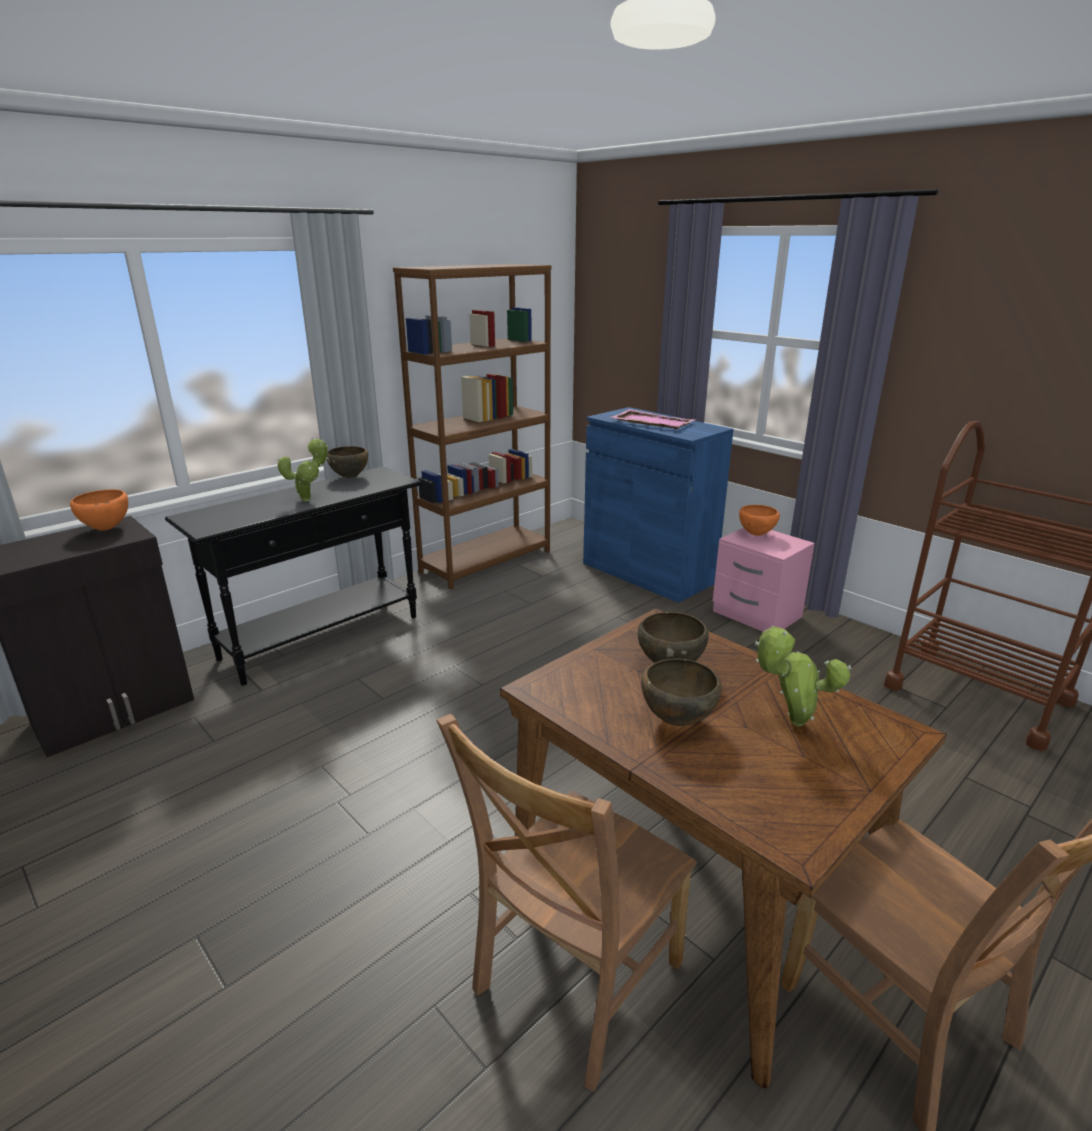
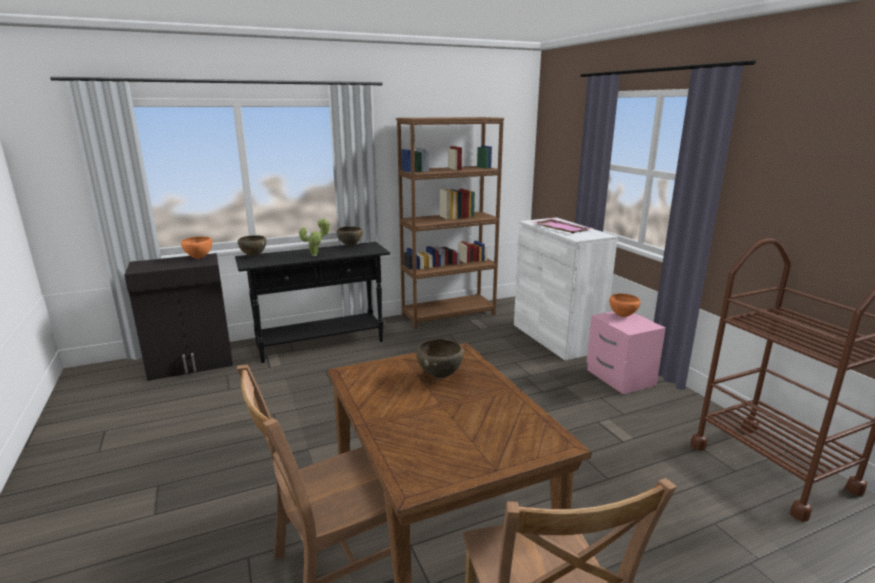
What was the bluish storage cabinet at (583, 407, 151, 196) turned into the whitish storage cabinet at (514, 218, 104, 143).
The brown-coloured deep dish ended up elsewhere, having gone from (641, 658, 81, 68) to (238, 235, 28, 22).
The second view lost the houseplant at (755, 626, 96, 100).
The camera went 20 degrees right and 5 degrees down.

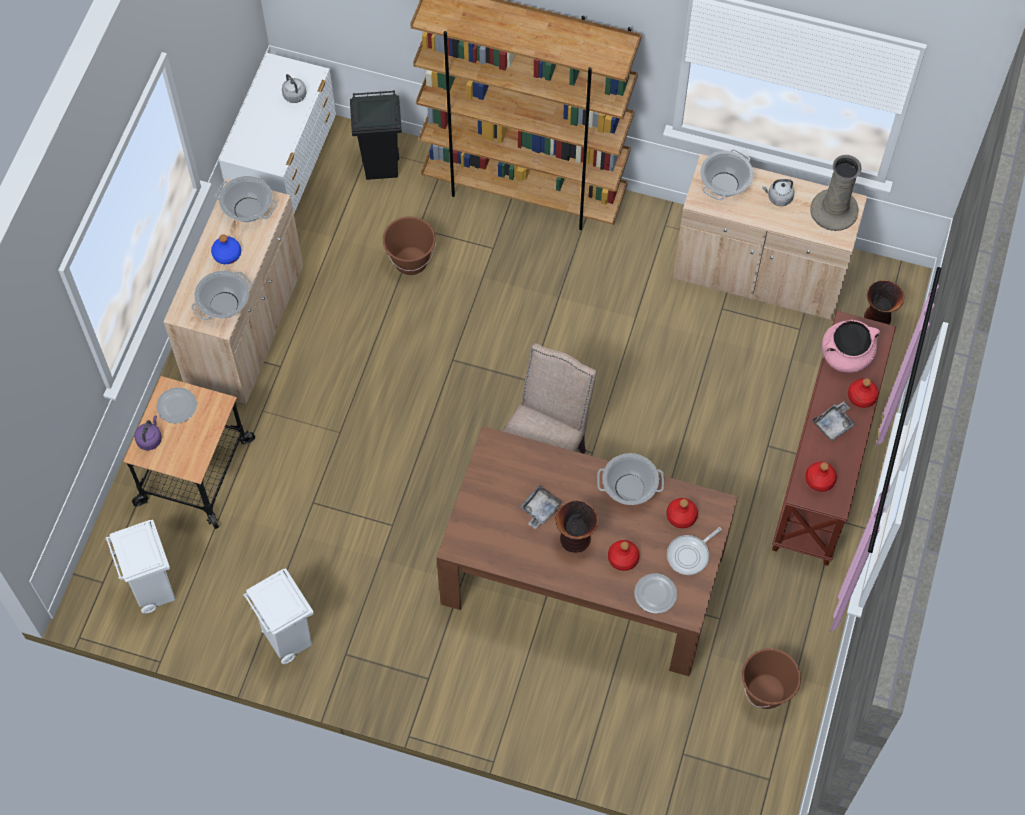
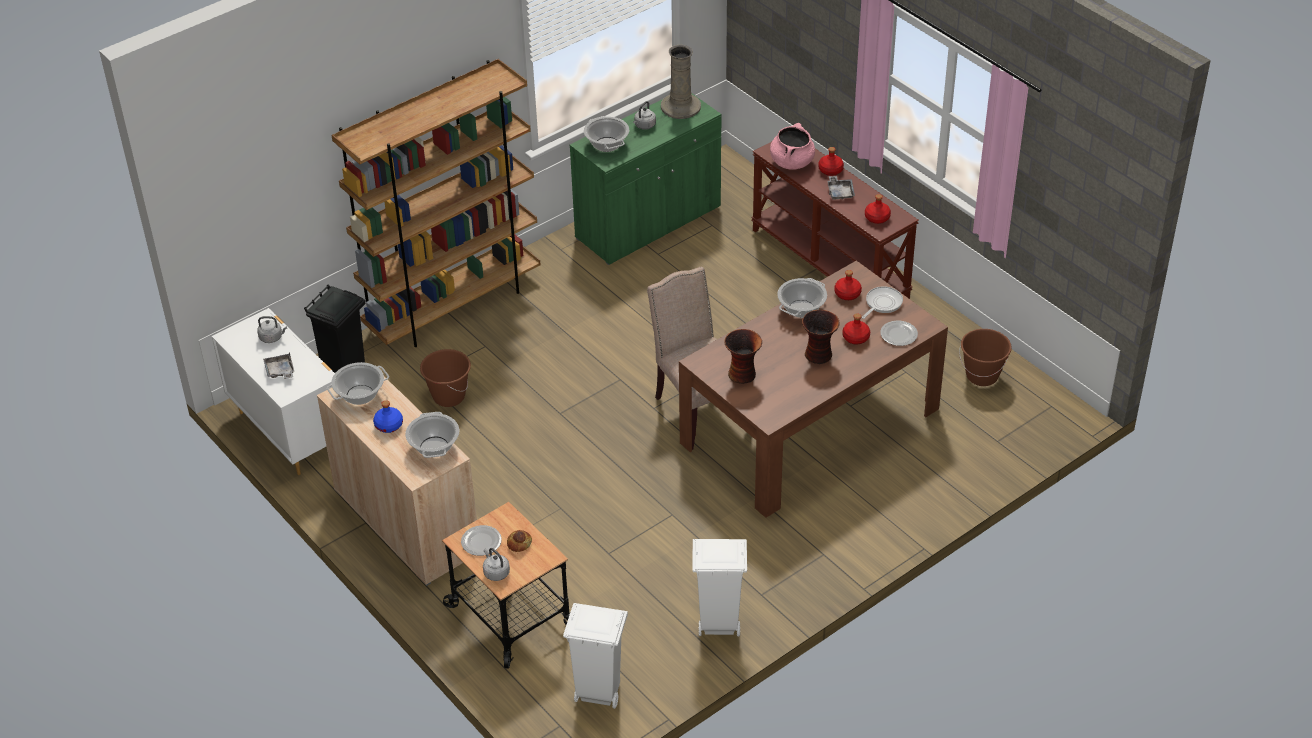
What was the purplish tea kettle at (134, 415, 28, 35) turned into the gray tea kettle at (483, 548, 27, 33).
The gray tray ended up elsewhere, having gone from (520, 485, 43, 44) to (263, 352, 31, 27).
The skillet at (667, 527, 55, 48) ended up facing another way, 135 degrees counterclockwise from before.
What was the sand-coloured storage cabinet at (673, 154, 194, 166) turned into the green storage cabinet at (570, 94, 151, 171).
The flower vase ended up elsewhere, having gone from (864, 280, 40, 44) to (724, 329, 38, 55).
The second view gained the baked bread at (507, 530, 25, 22).
The camera went 55 degrees left and 20 degrees down.

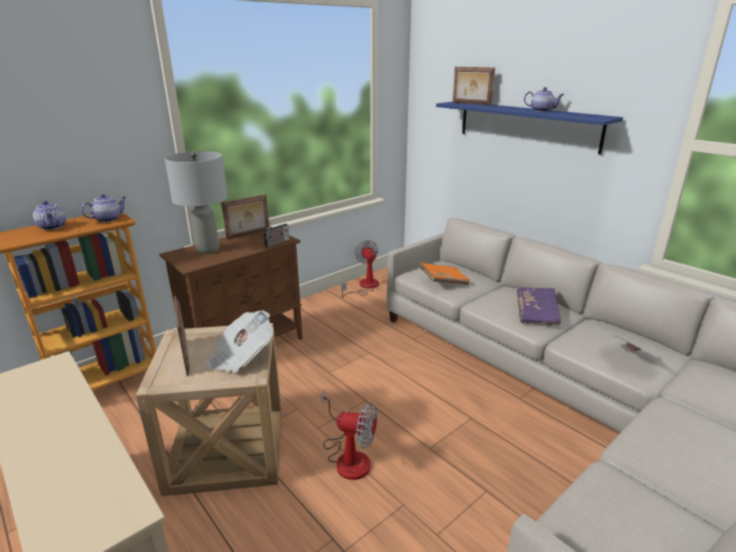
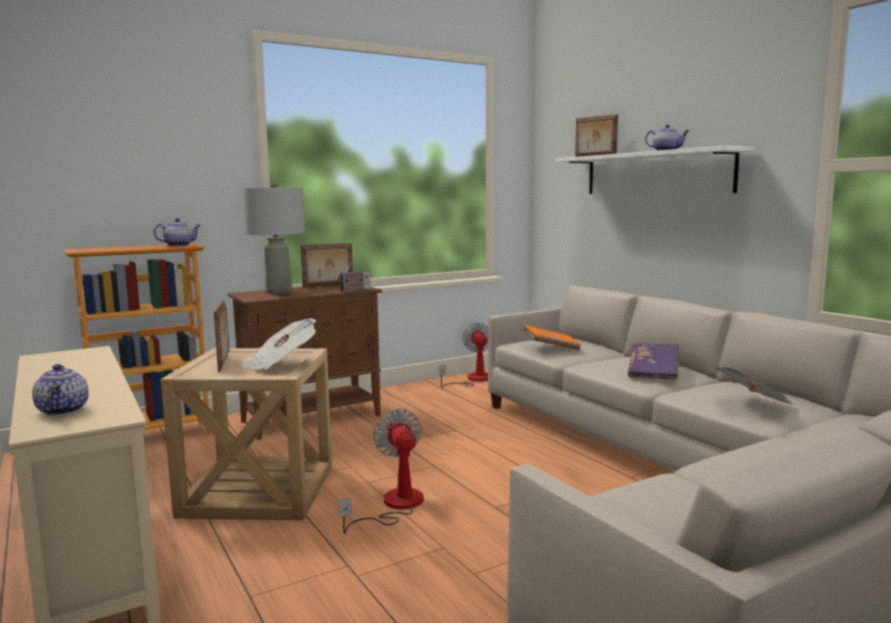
The teapot ended up elsewhere, having gone from (33, 201, 33, 29) to (32, 364, 57, 52).
The cooling fan at (321, 391, 56, 89) ended up facing another way, 135 degrees counterclockwise from before.
What was the bluish wall shelf at (436, 102, 187, 52) turned into the whitish wall shelf at (555, 145, 200, 49).
The camera went 10 degrees right and 15 degrees down.

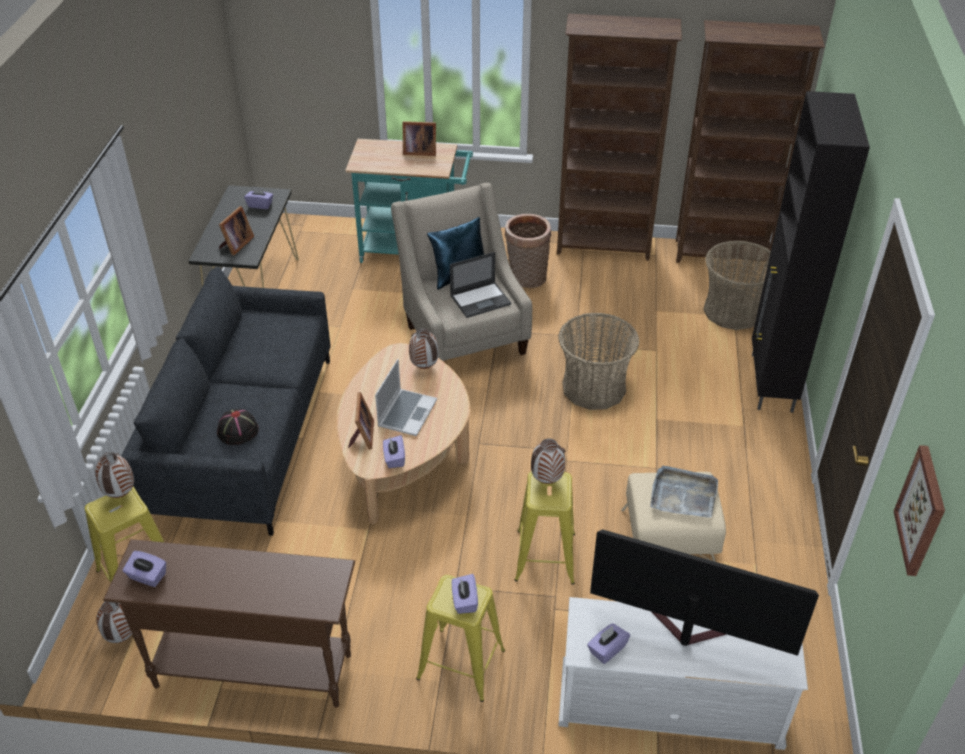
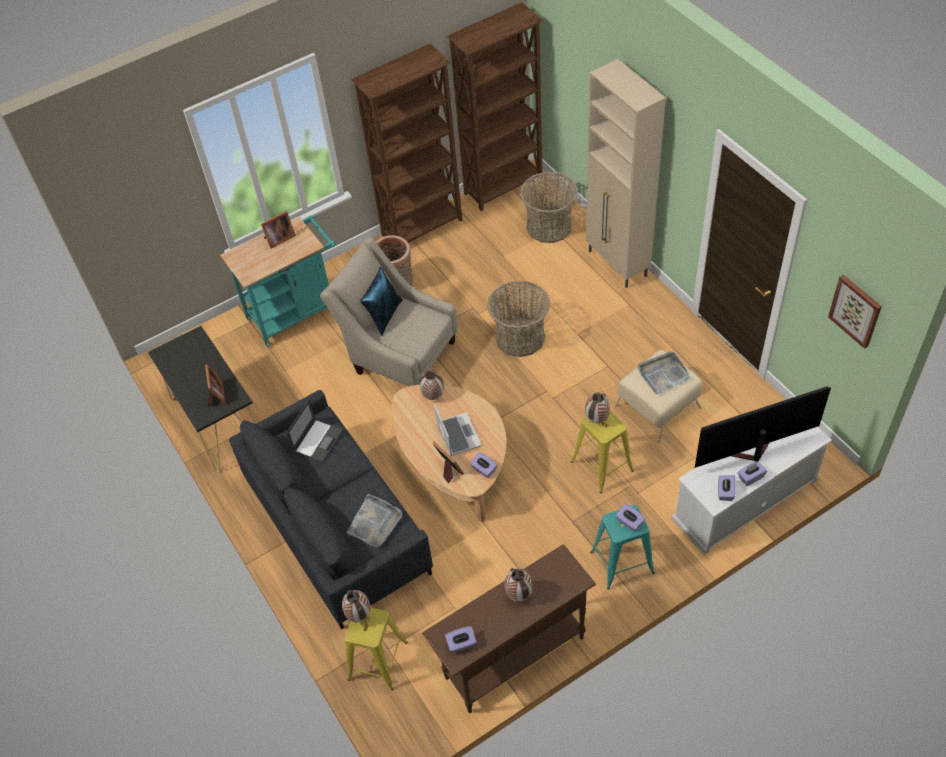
The flower vase ended up elsewhere, having gone from (96, 602, 37, 41) to (505, 568, 28, 34).
Where the black hat stood at (217, 409, 42, 36), the gray tray came to stand at (347, 494, 56, 53).
The purplish box of tissues ended up elsewhere, having gone from (244, 187, 29, 22) to (738, 462, 29, 24).
What was the yellow sitting stool at (416, 575, 89, 127) turned into the turquoise sitting stool at (590, 505, 65, 85).
The portable computer ended up elsewhere, having gone from (450, 252, 61, 66) to (286, 399, 58, 64).
What was the black storage cabinet at (752, 91, 118, 322) turned into the sand-coloured storage cabinet at (586, 59, 80, 229).
The camera went 35 degrees left and 10 degrees up.

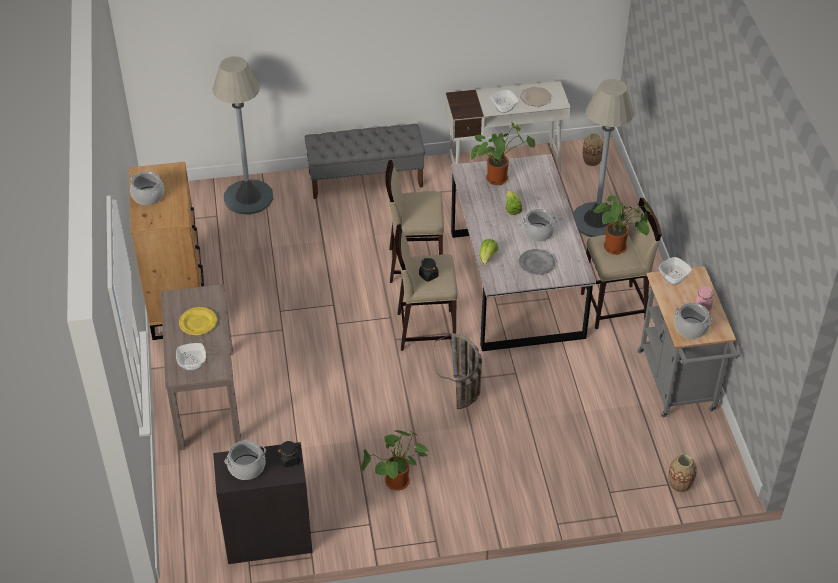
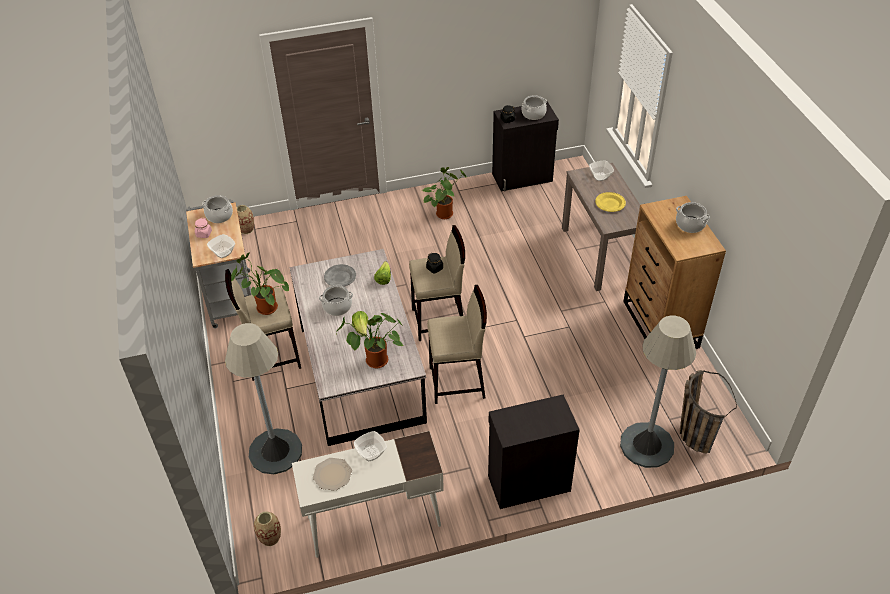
Where the gray bench stood at (305, 124, 120, 75), the black storage cabinet came to stand at (488, 395, 92, 114).
The storage basket ended up elsewhere, having gone from (433, 333, 49, 76) to (680, 370, 57, 83).
The camera went 175 degrees right and 0 degrees up.

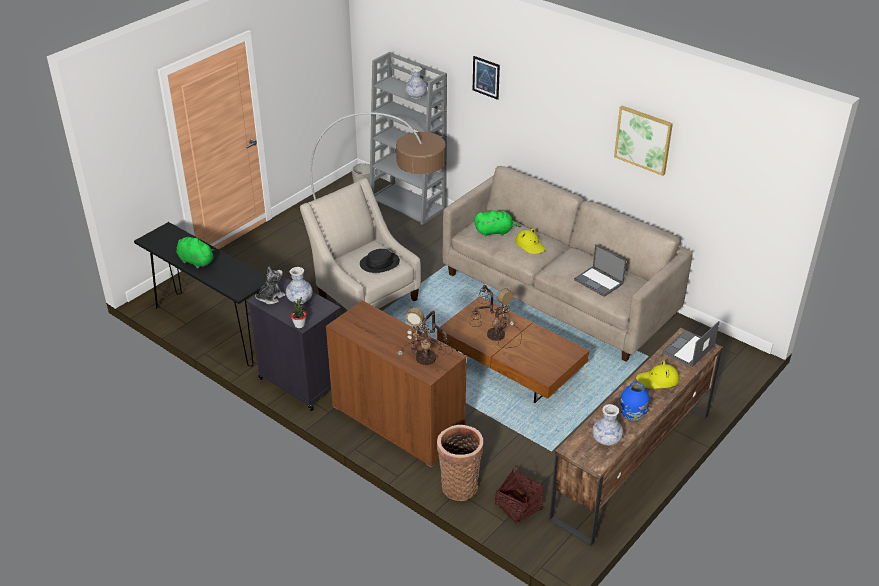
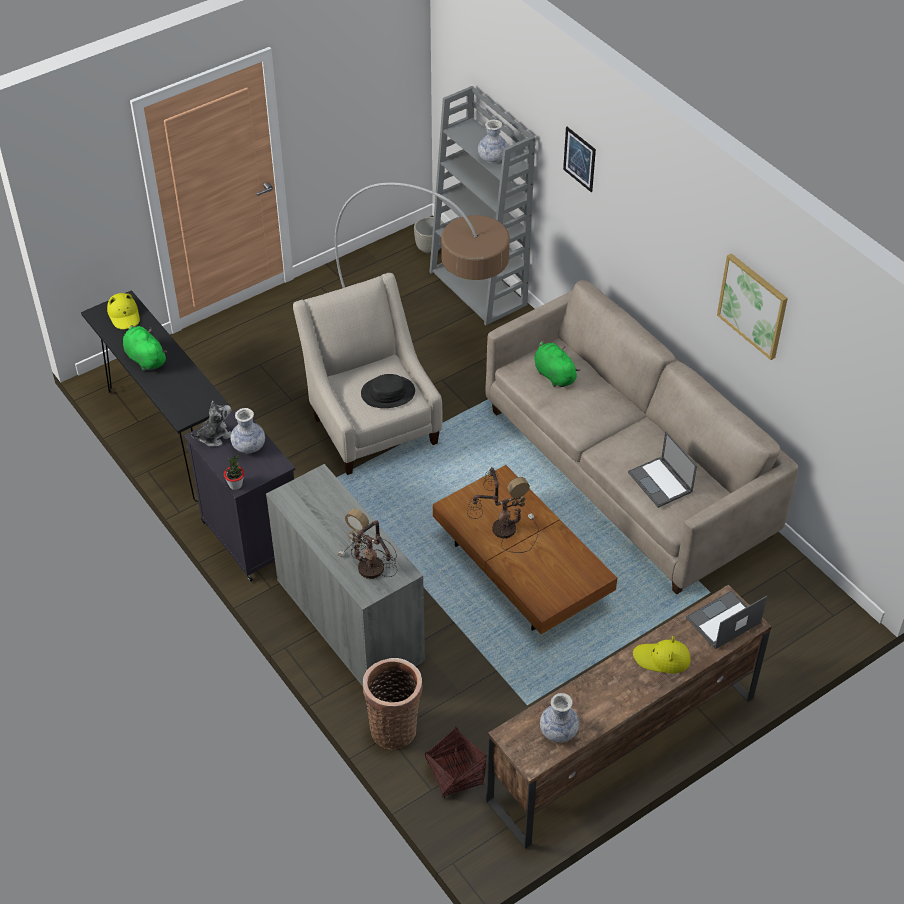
What was the brown-coloured storage cabinet at (326, 300, 141, 167) turned into the gray storage cabinet at (266, 464, 159, 222).
The green plush toy at (474, 211, 47, 25) ended up facing another way, 135 degrees counterclockwise from before.
The yellow hat ended up elsewhere, having gone from (515, 228, 30, 26) to (107, 293, 33, 36).
The second view lost the bluish flower vase at (620, 382, 30, 40).
The camera went 15 degrees right and 10 degrees up.

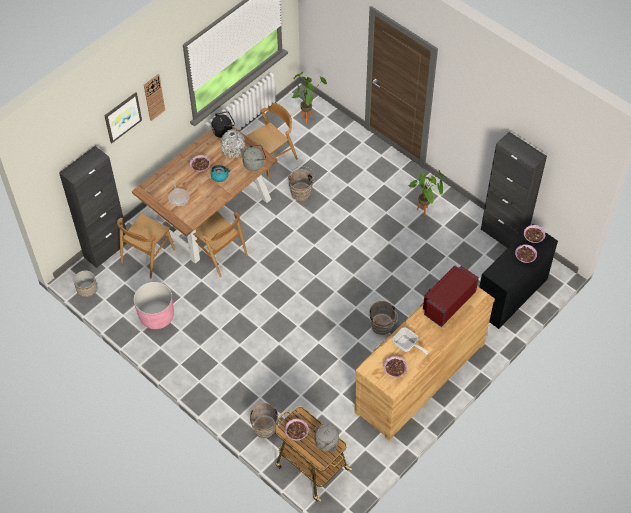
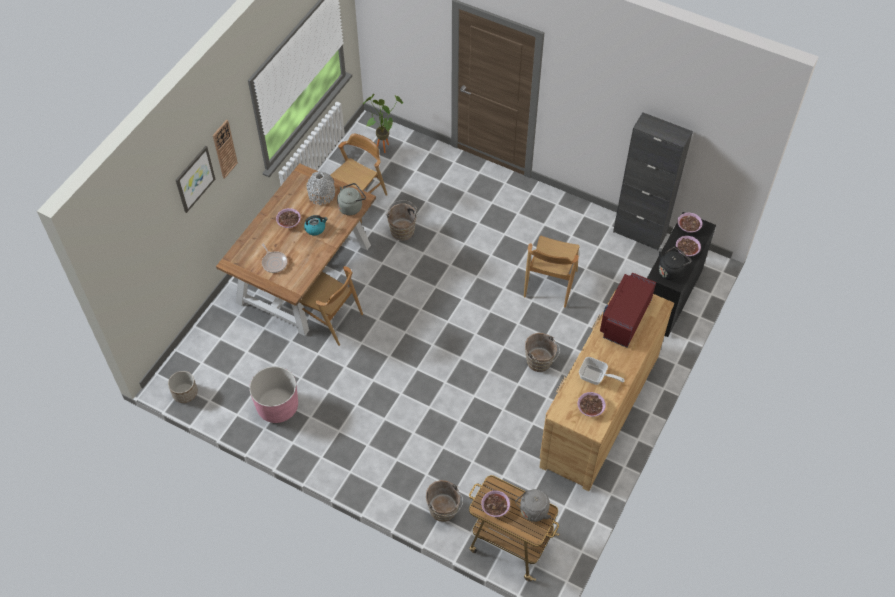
The second view lost the black storage cabinet at (59, 146, 68, 122).
The brown-coloured plain chair ended up elsewhere, having gone from (117, 213, 58, 66) to (524, 236, 56, 72).
The black tea kettle ended up elsewhere, having gone from (211, 111, 24, 27) to (659, 246, 33, 35).
The second view lost the houseplant at (408, 170, 39, 46).
The camera went 15 degrees left and 0 degrees up.

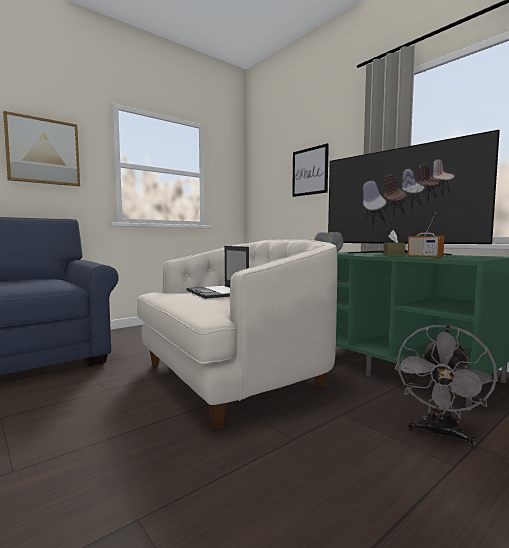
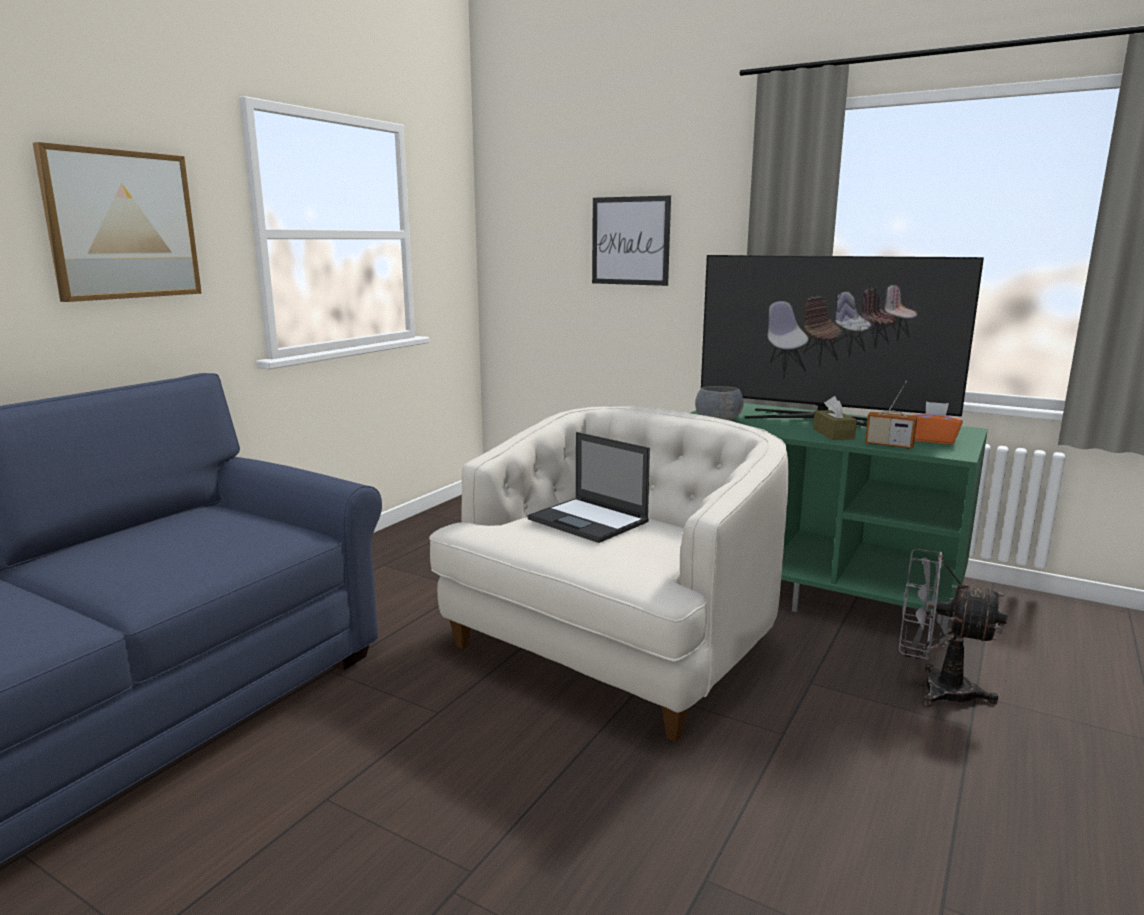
The gray cooling fan at (395, 325, 103, 121) ended up facing another way, 105 degrees clockwise from before.
The second view gained the orange-coloured box of tissues at (910, 401, 52, 43).
The camera went 20 degrees left and 10 degrees up.

